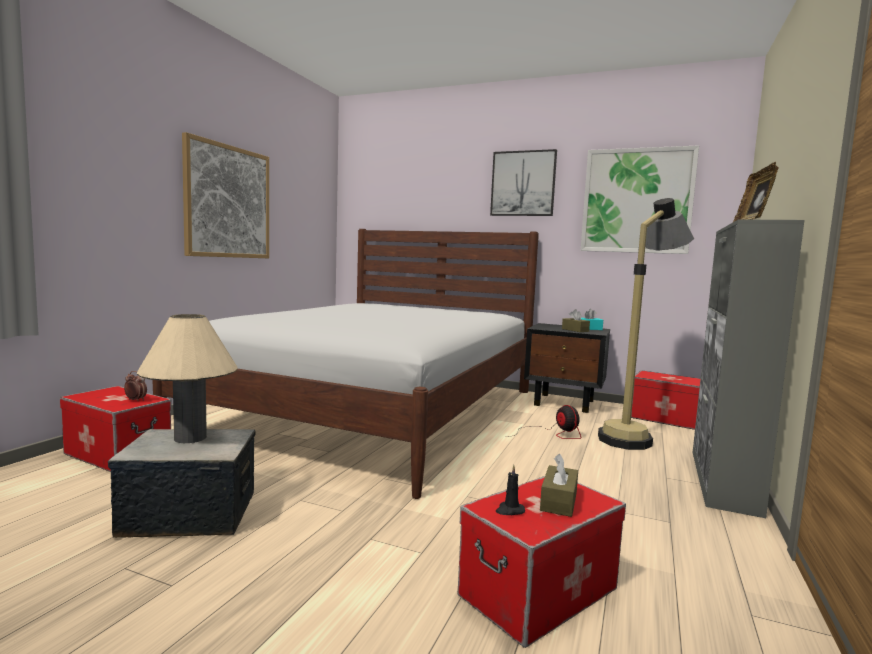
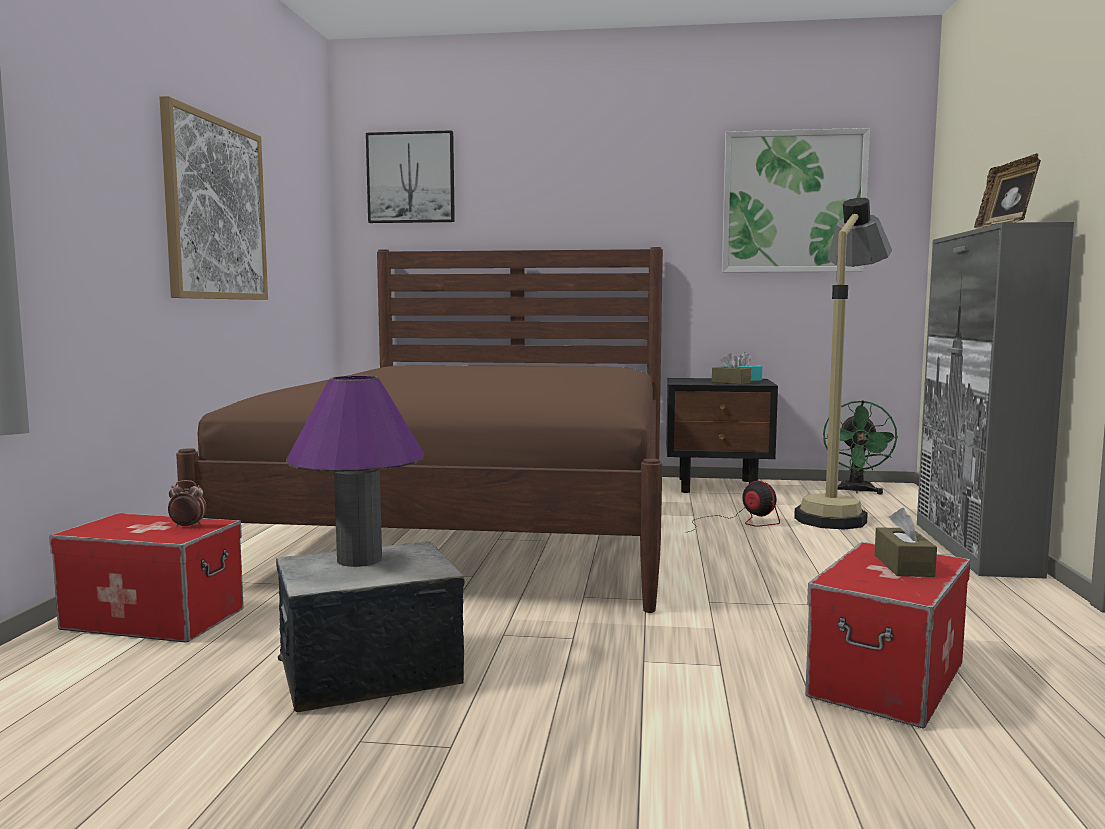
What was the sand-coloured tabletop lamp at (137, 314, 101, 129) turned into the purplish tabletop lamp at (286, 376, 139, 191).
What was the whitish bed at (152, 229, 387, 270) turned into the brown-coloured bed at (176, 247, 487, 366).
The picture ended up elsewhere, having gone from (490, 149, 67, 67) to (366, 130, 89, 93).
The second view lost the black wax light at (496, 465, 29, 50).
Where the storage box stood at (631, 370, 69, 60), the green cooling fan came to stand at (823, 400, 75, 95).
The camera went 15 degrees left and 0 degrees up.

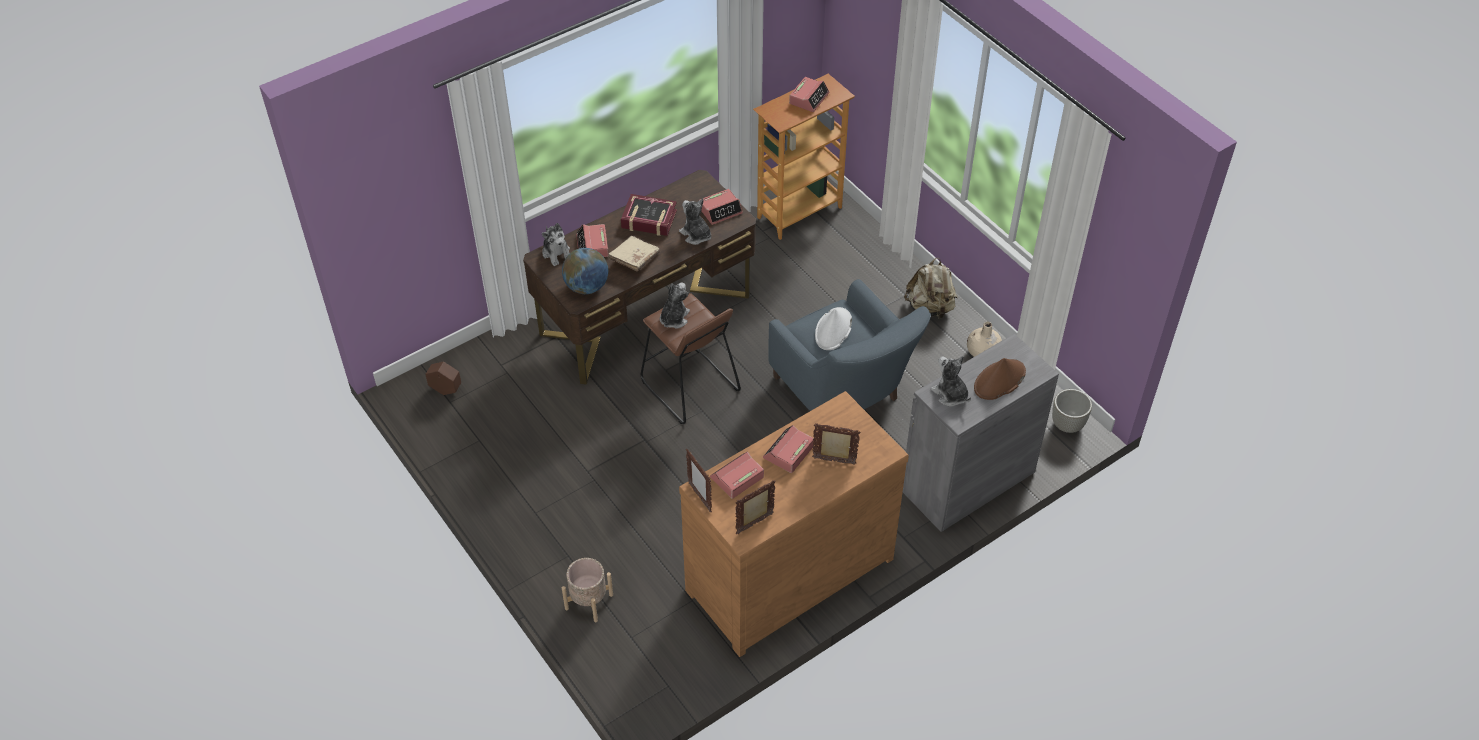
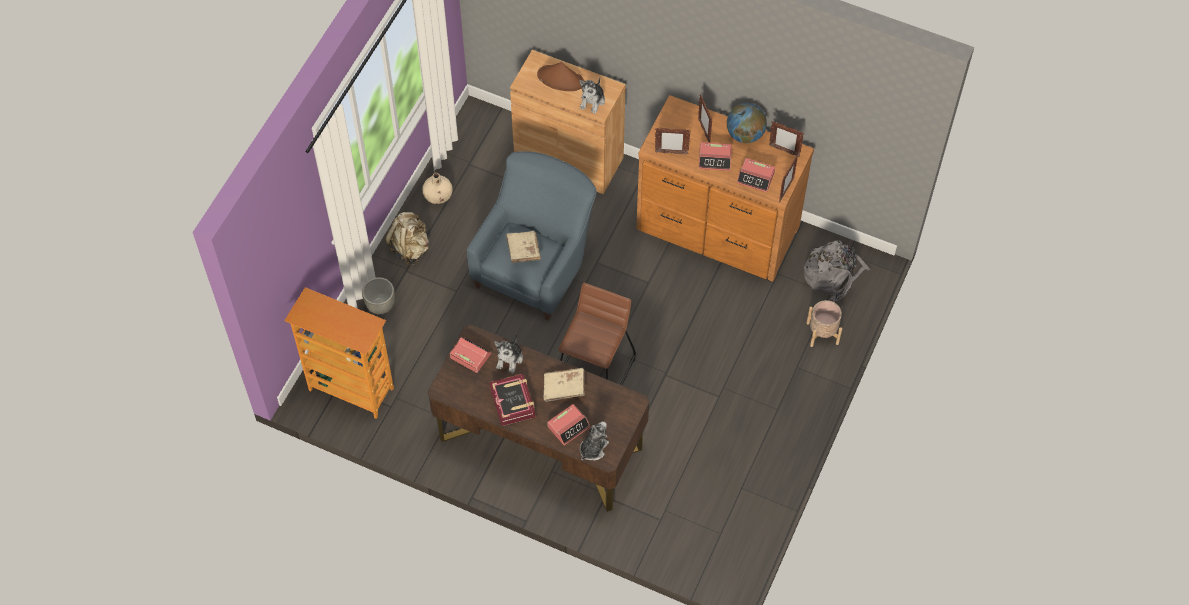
The second view lost the brown-coloured flower pot at (425, 361, 36, 34).
The world globe ended up elsewhere, having gone from (562, 248, 46, 46) to (727, 103, 40, 40).
The second view lost the plush toy at (660, 282, 30, 47).
The second view lost the bedside clock at (789, 77, 40, 35).
Where the whitish hat stood at (815, 307, 37, 43), the sand-coloured bound book came to stand at (506, 231, 35, 32).
What was the gray storage cabinet at (903, 334, 156, 198) turned into the brown-coloured storage cabinet at (510, 50, 116, 144).
The gray flower pot ended up elsewhere, having gone from (1052, 389, 40, 44) to (362, 277, 33, 37).
The second view gained the standing frame at (655, 127, 35, 28).
The second view gained the gray knapsack at (804, 240, 66, 62).
The camera went 120 degrees left and 10 degrees up.

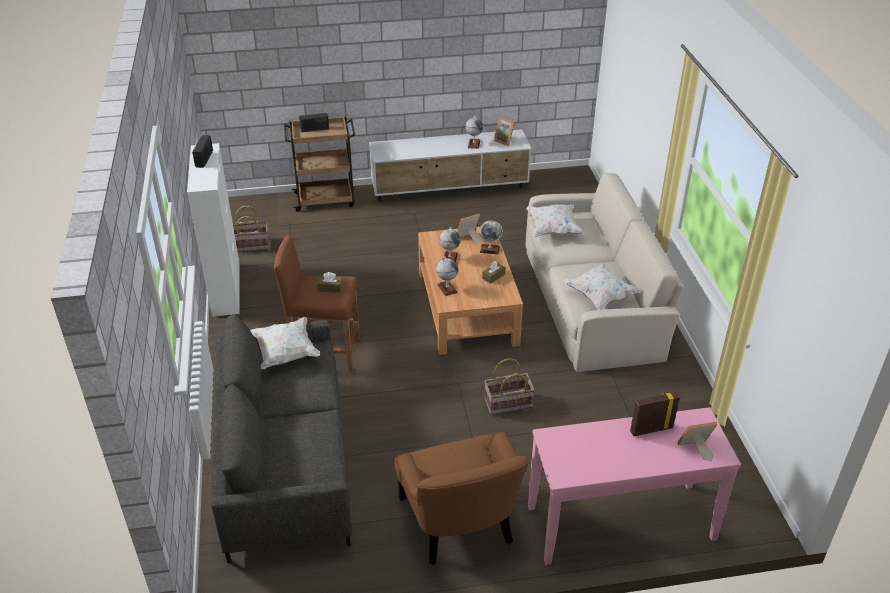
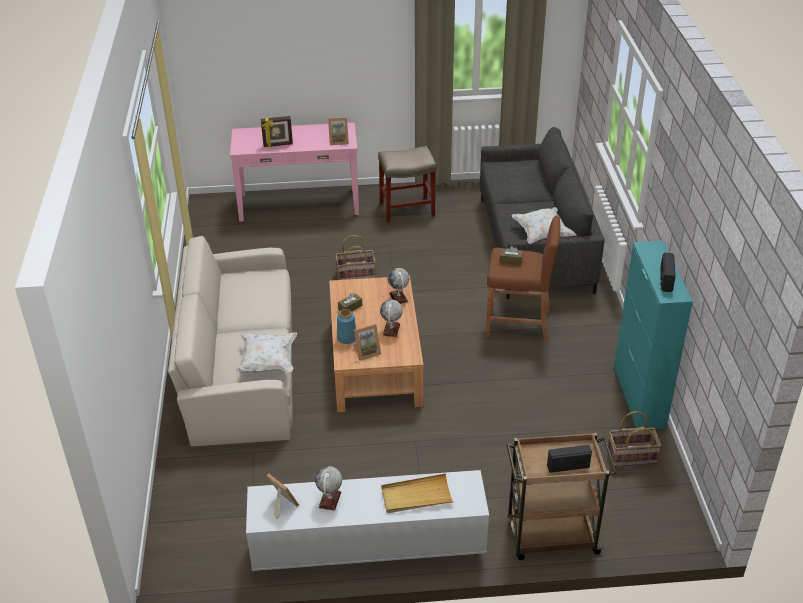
What was the whitish storage cabinet at (187, 143, 53, 174) turned into the turquoise storage cabinet at (614, 240, 79, 189).
Where the brown-coloured armchair stood at (394, 431, 135, 134), the sand-coloured sitting stool came to stand at (378, 146, 58, 76).
Where the world globe stood at (480, 221, 23, 33), the bluish flower vase came to stand at (337, 309, 19, 35).
The second view lost the whitish cushion at (564, 263, 77, 47).
The standing frame ended up elsewhere, having gone from (677, 422, 40, 39) to (328, 117, 21, 28).
The second view gained the sand-coloured tray at (381, 473, 73, 40).
The camera went 175 degrees left and 0 degrees up.

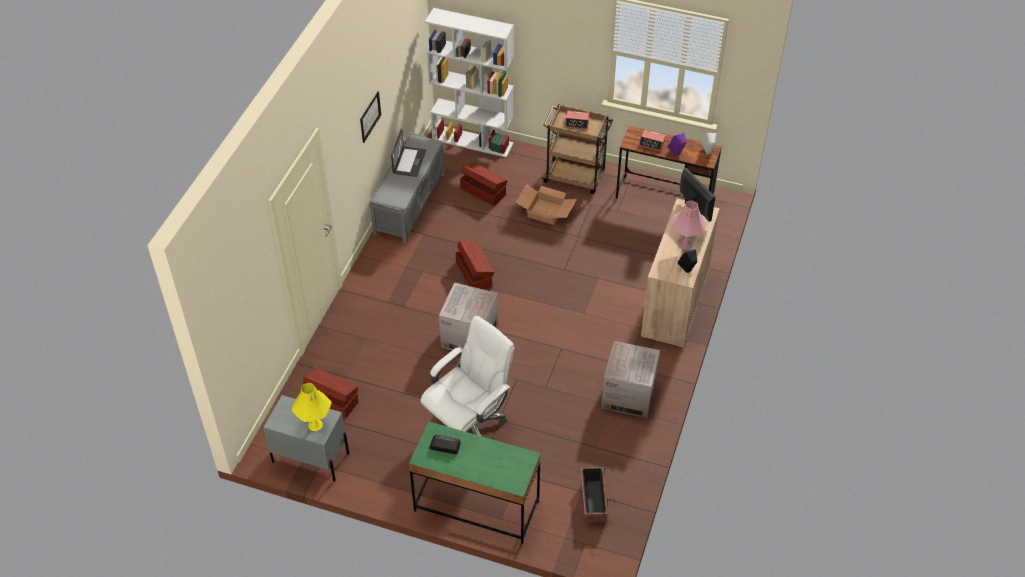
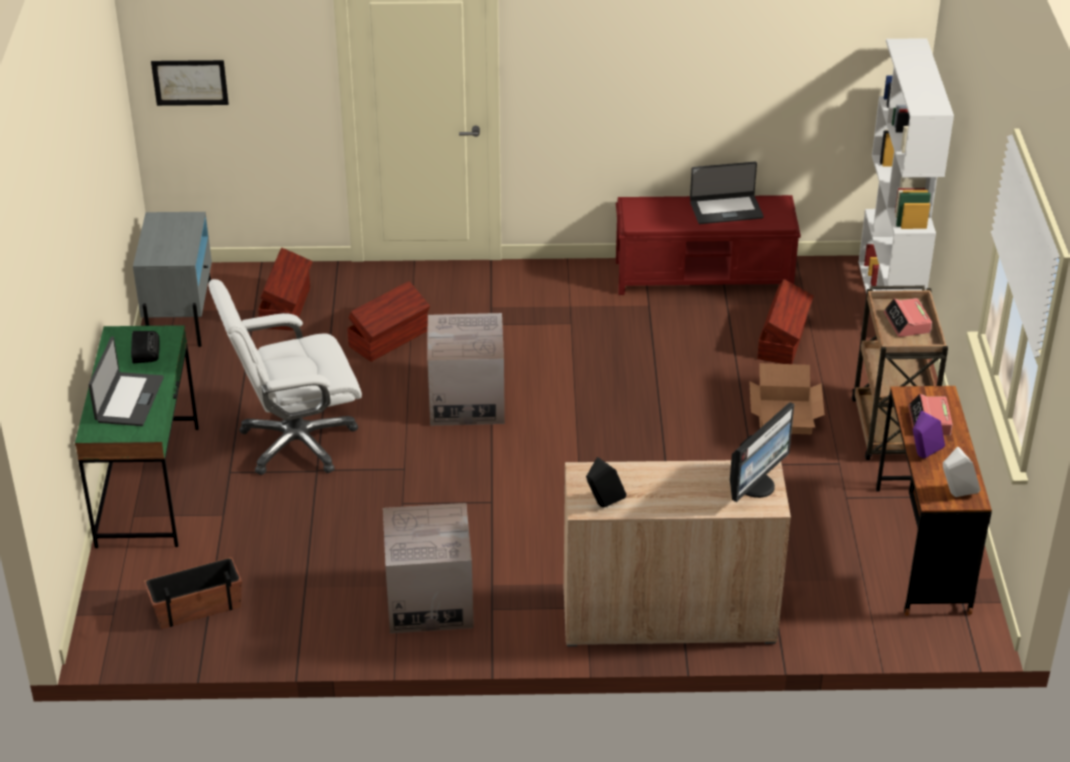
The second view lost the yellow tabletop lamp at (292, 383, 40, 48).
The picture ended up elsewhere, having gone from (360, 91, 21, 52) to (151, 60, 78, 46).
What was the gray bench at (369, 133, 76, 111) turned into the reddish bench at (616, 195, 185, 100).
The whitish desk chair at (421, 316, 93, 120) ended up facing another way, 135 degrees clockwise from before.
The brown-coloured storage box ended up elsewhere, having gone from (455, 241, 40, 48) to (347, 281, 83, 81).
The second view lost the pink tabletop lamp at (672, 201, 34, 48).
The second view gained the portable computer at (88, 336, 76, 90).
The camera went 70 degrees right and 10 degrees down.

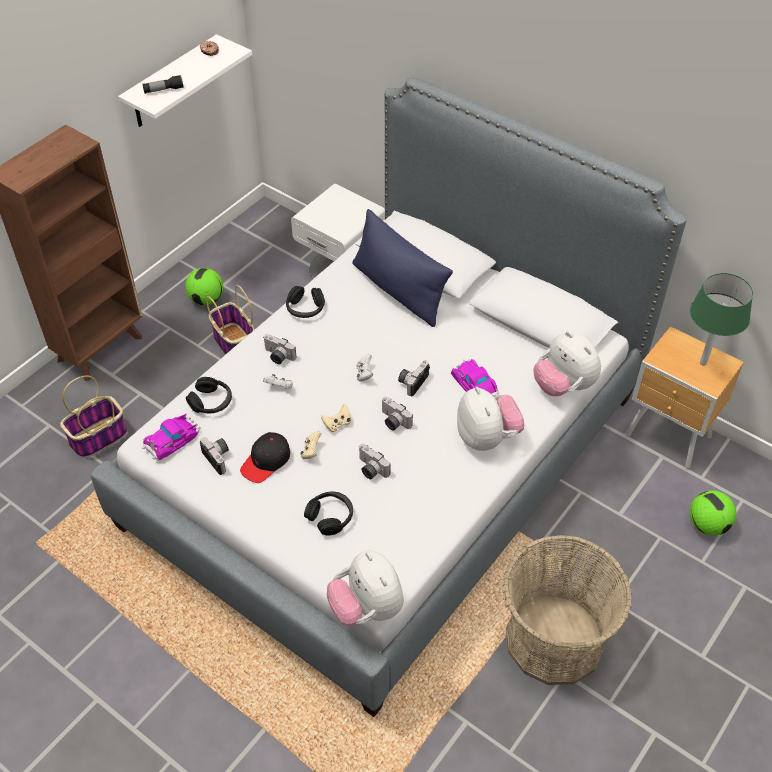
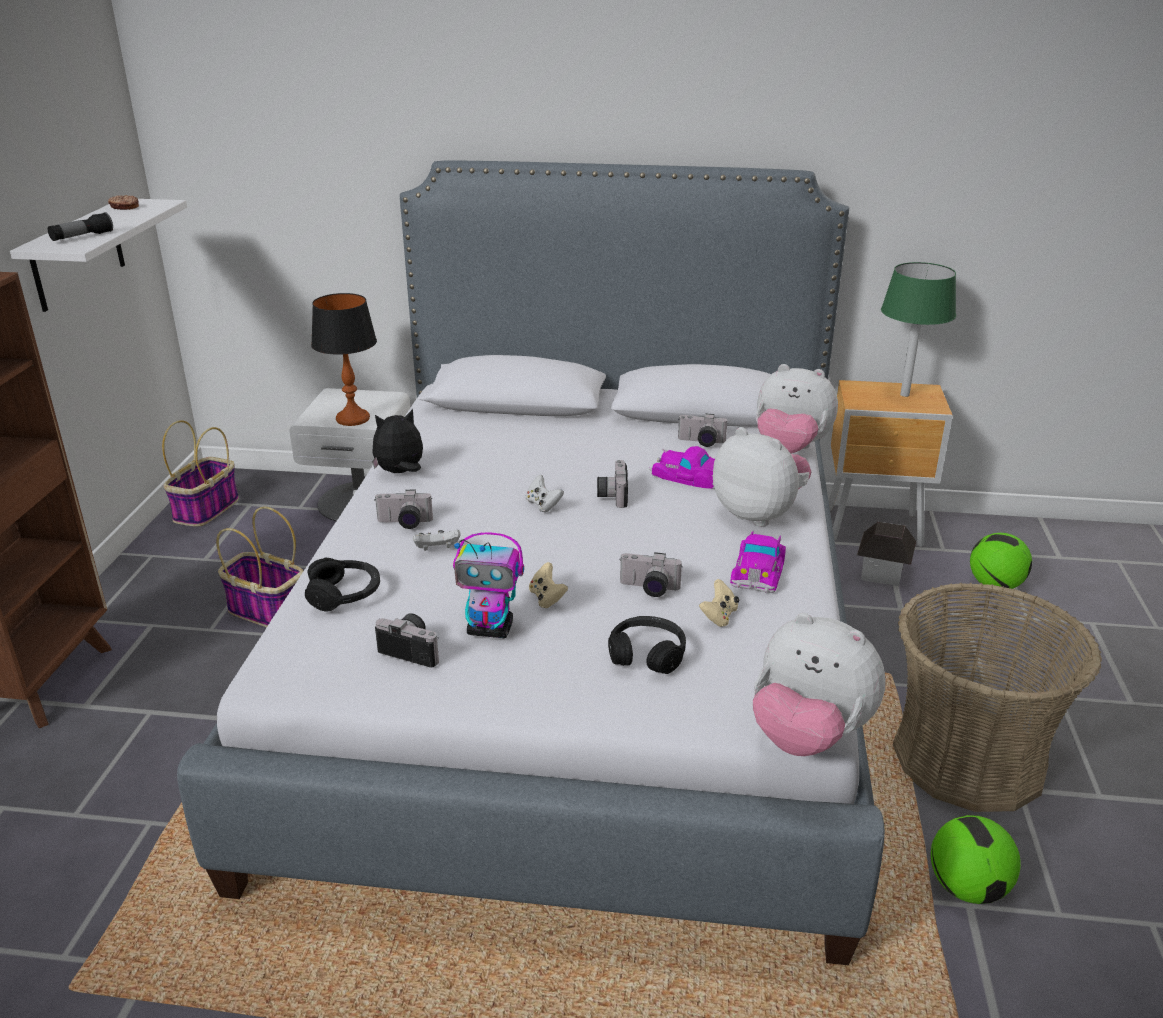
The storage basket ended up elsewhere, having gone from (60, 376, 67, 82) to (162, 420, 77, 106).
The miniature car ended up elsewhere, having gone from (143, 414, 58, 47) to (730, 531, 56, 62).
The football ended up elsewhere, having gone from (185, 268, 38, 37) to (931, 815, 90, 89).
Where the black peaked cap stood at (240, 432, 50, 51), the robot figure came to stand at (453, 532, 71, 106).
Where the black pair of headphones stood at (286, 286, 39, 32), the plush toy came to stand at (372, 409, 51, 64).
The sand-coloured game controller ended up elsewhere, having gone from (321, 404, 30, 28) to (699, 579, 40, 48).
The second view lost the bluish cushion at (352, 209, 101, 118).
The still camera ended up elsewhere, having gone from (381, 397, 32, 34) to (678, 414, 50, 33).
The second view gained the tabletop lamp at (311, 293, 66, 133).
The second view gained the model house at (857, 522, 59, 64).
The camera went 30 degrees left and 20 degrees down.

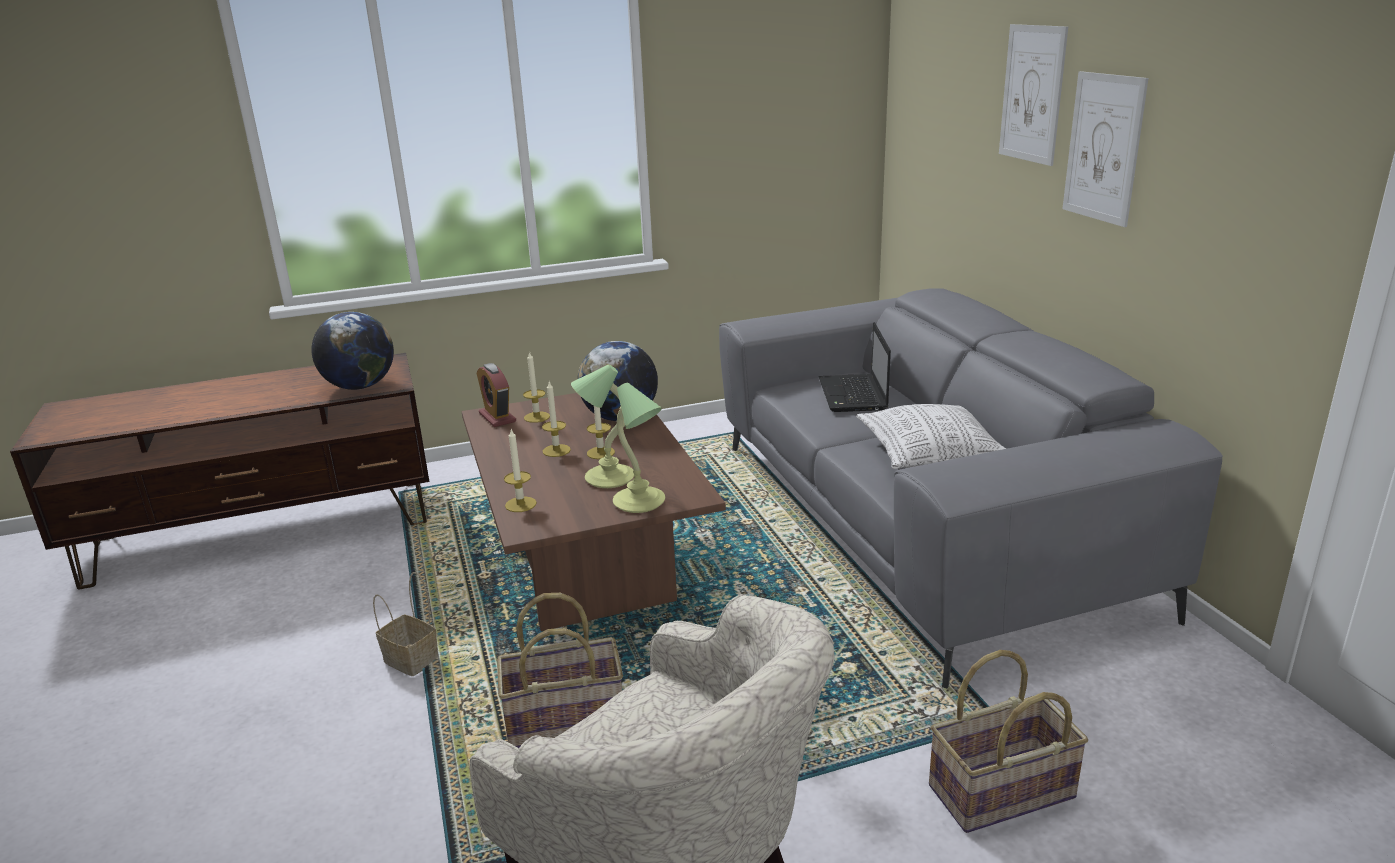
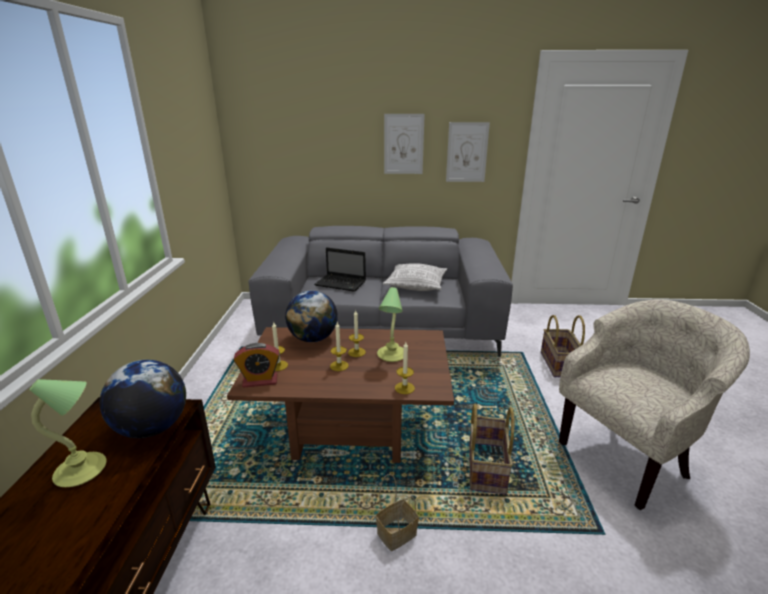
The tabletop lamp ended up elsewhere, having gone from (613, 382, 52, 131) to (30, 379, 77, 108).
The picture ended up elsewhere, having gone from (999, 24, 69, 142) to (446, 122, 44, 60).
The camera went 70 degrees left and 0 degrees up.

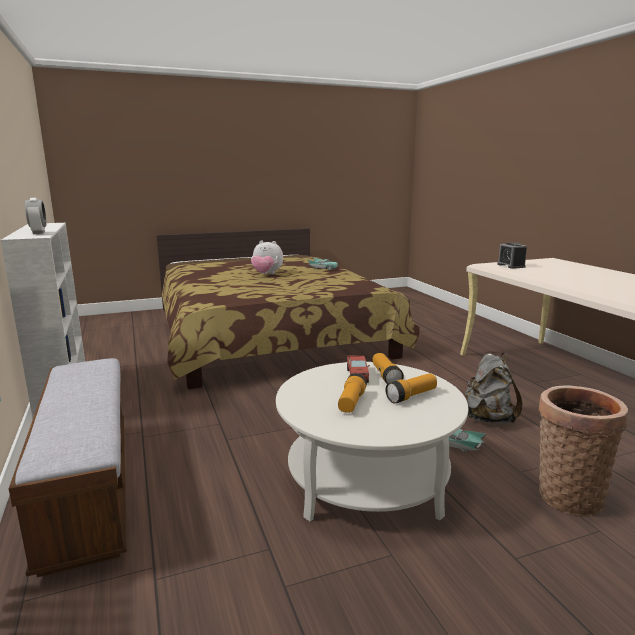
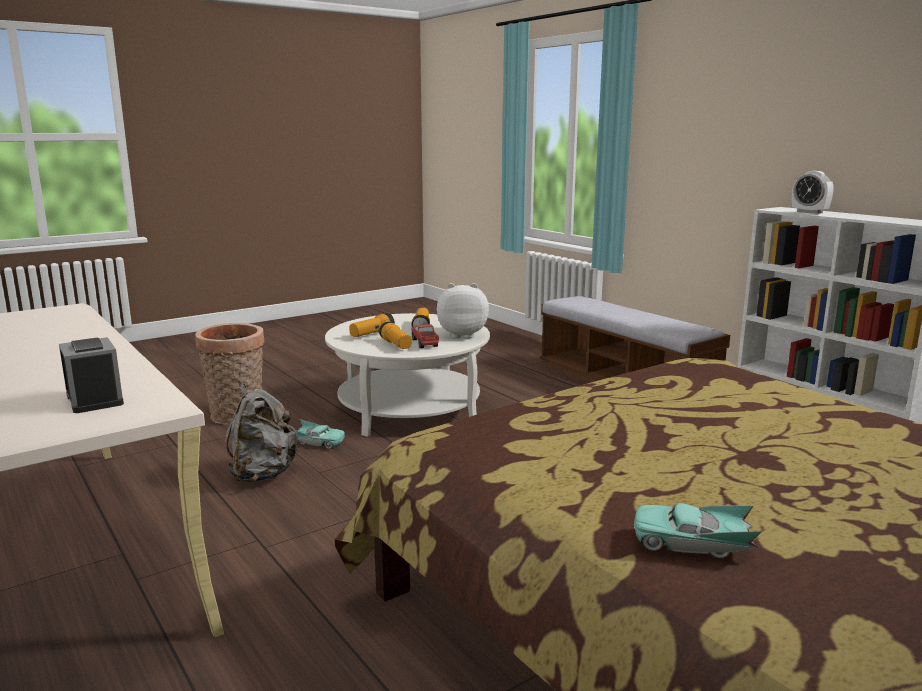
The plush toy ended up elsewhere, having gone from (251, 240, 32, 34) to (437, 283, 52, 55).
The camera went 165 degrees right and 0 degrees up.

